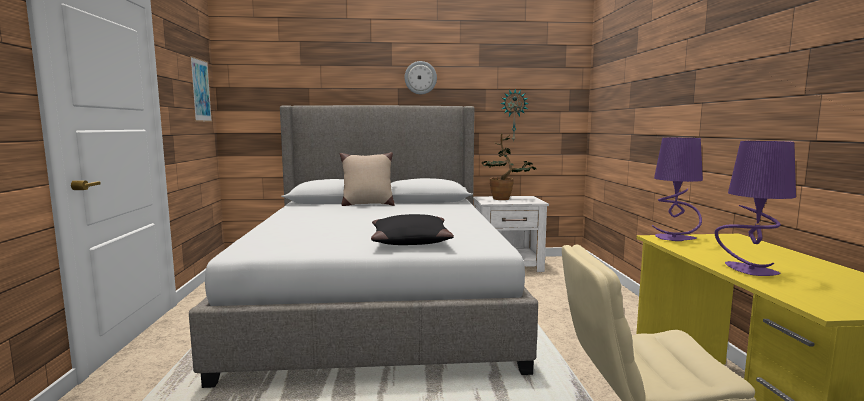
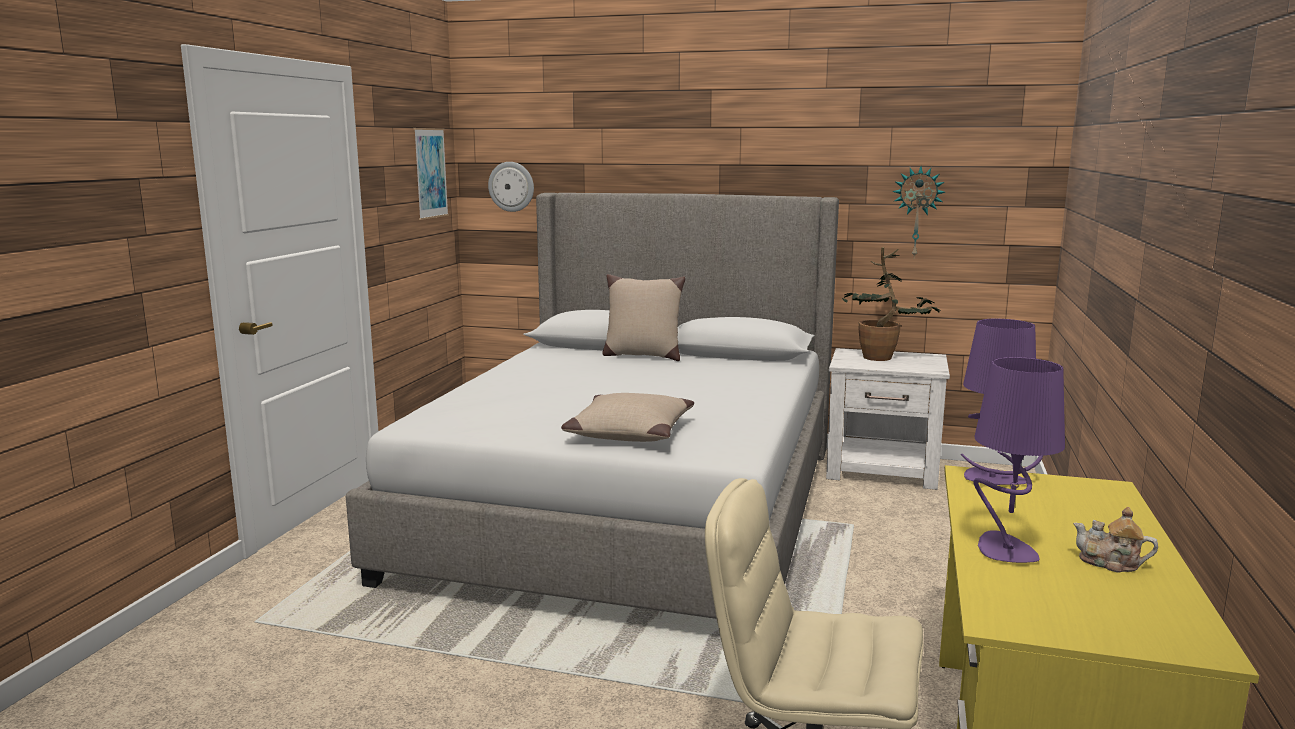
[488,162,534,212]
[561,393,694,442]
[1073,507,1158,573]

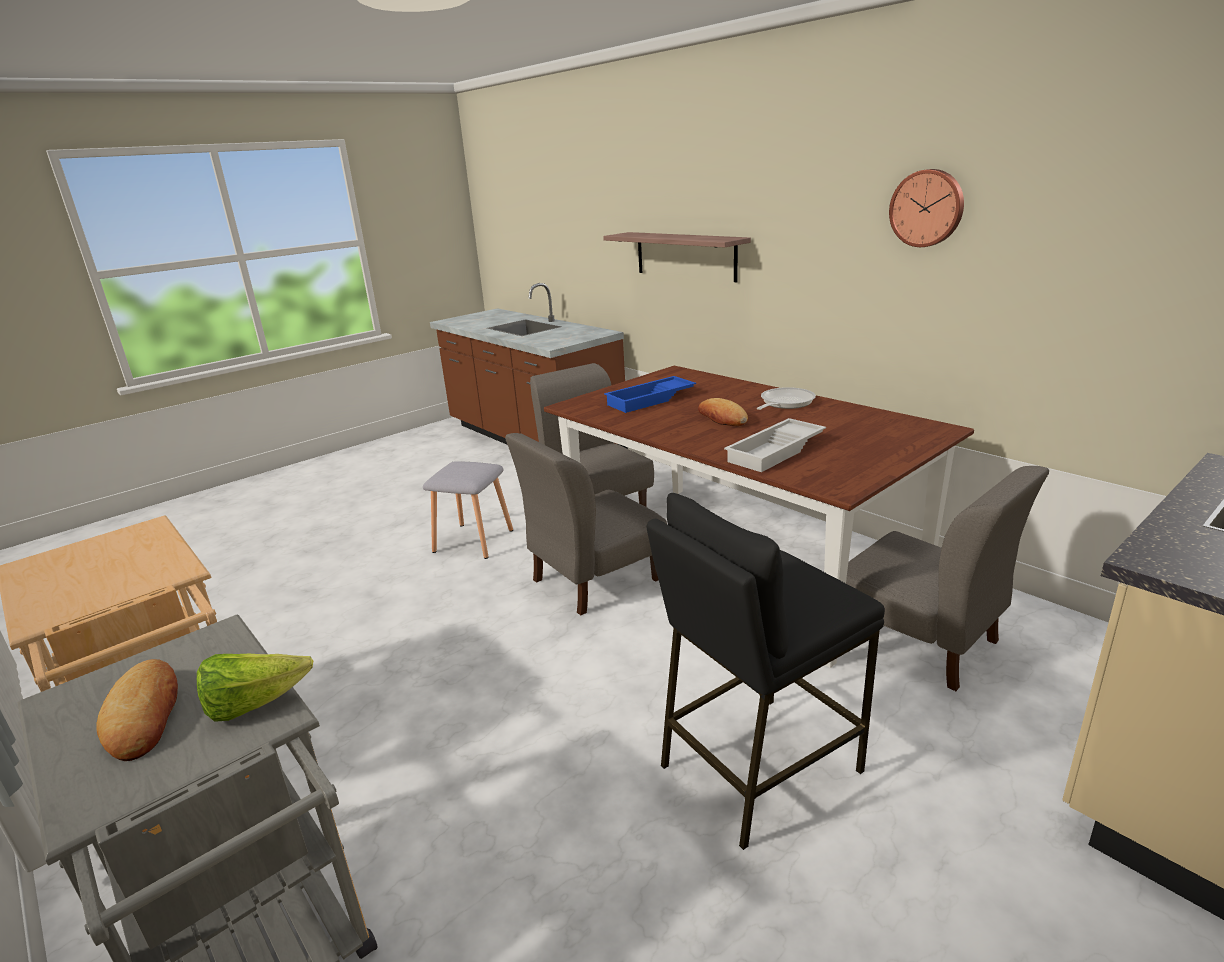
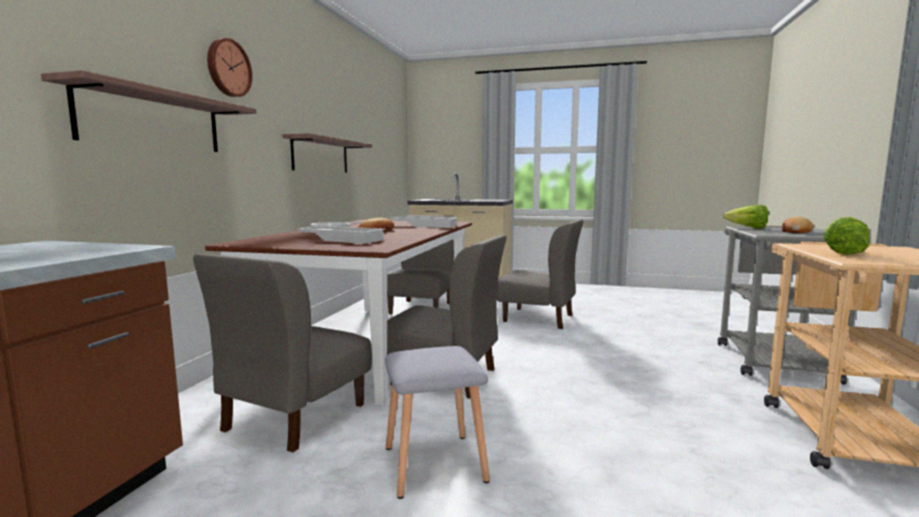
[207,38,252,97]
[282,133,372,173]
[297,226,385,244]
[497,219,584,329]
[823,217,869,255]

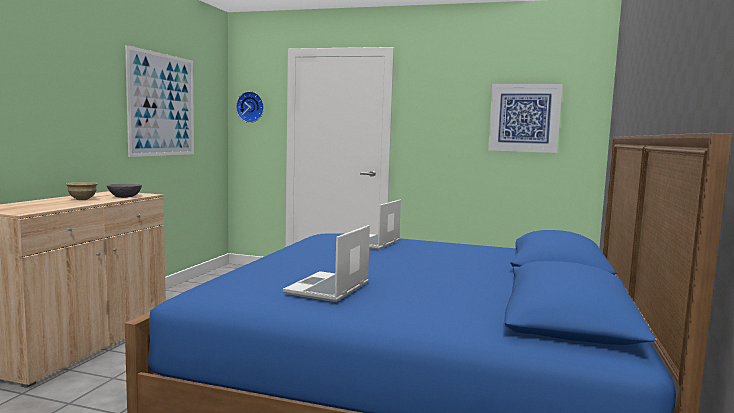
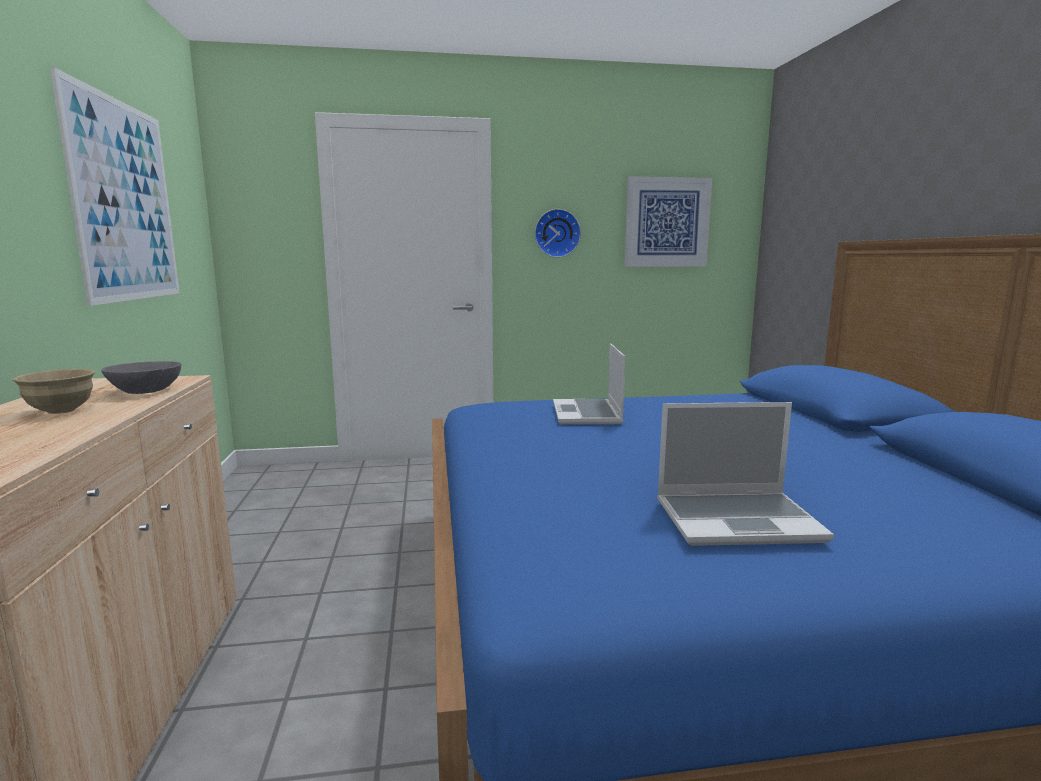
[535,209,581,258]
[657,402,834,546]

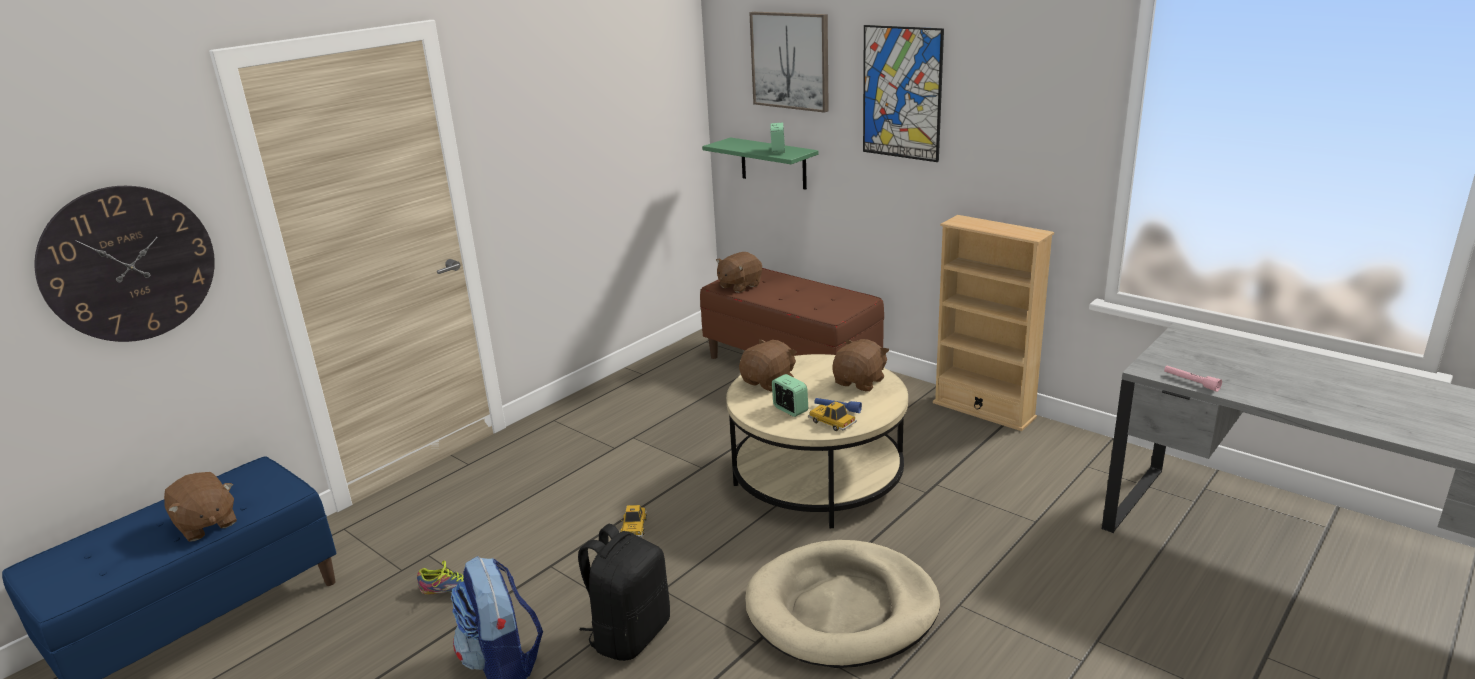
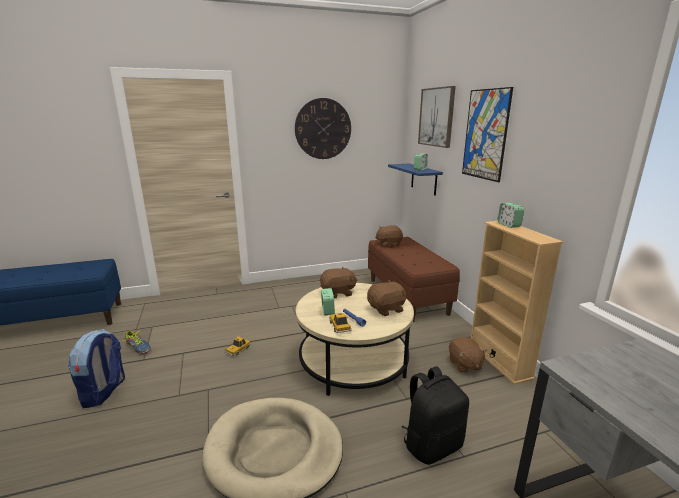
[295,98,351,159]
[388,164,443,196]
[401,366,469,465]
[449,337,487,373]
[498,203,524,228]
[1164,366,1222,392] (first image)

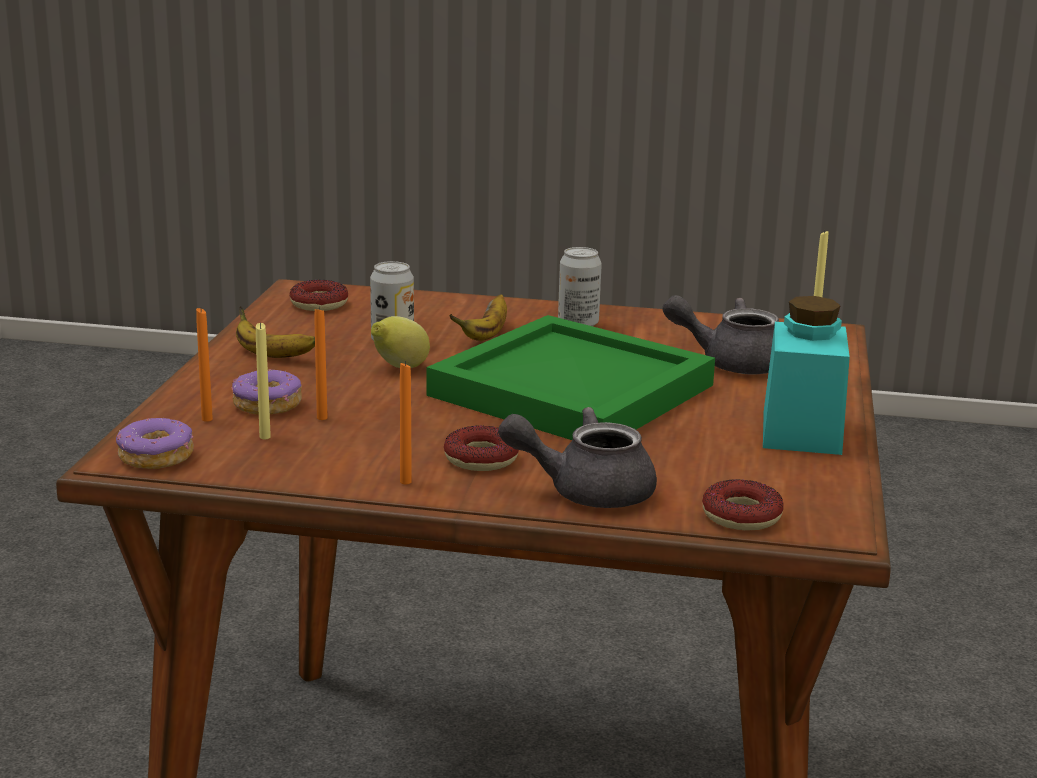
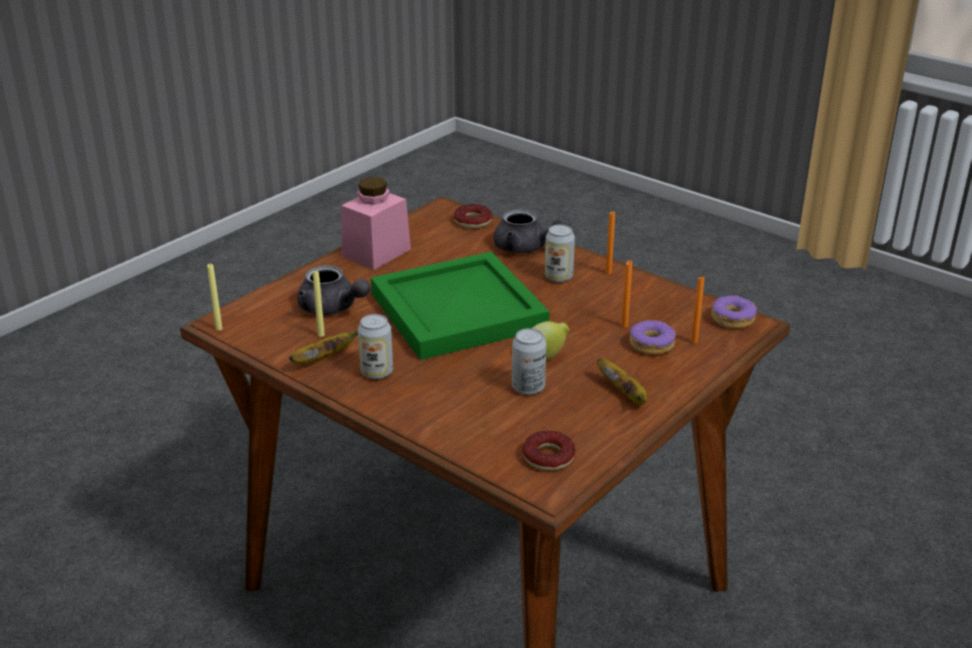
[289,331,358,365]
[313,269,325,337]
[341,177,411,270]
[545,224,575,282]

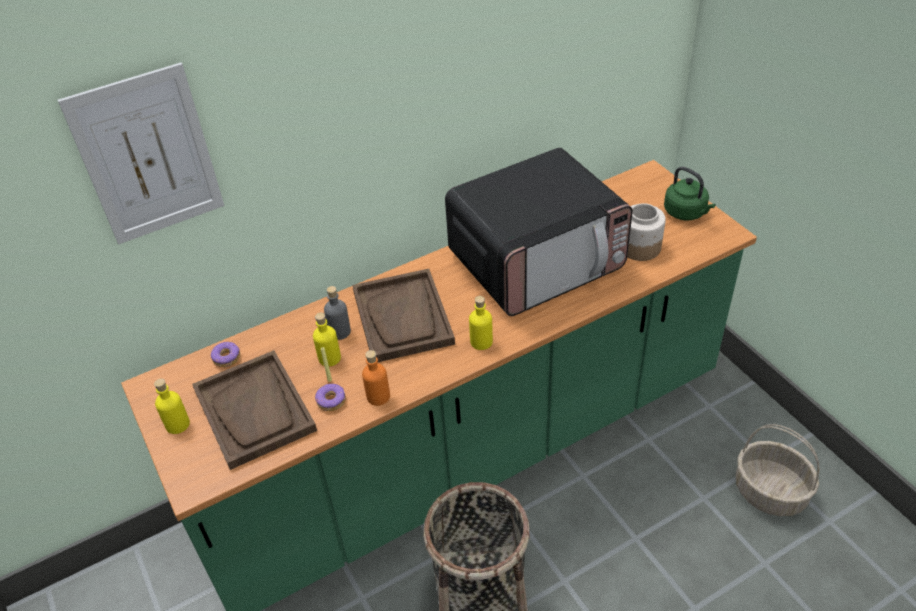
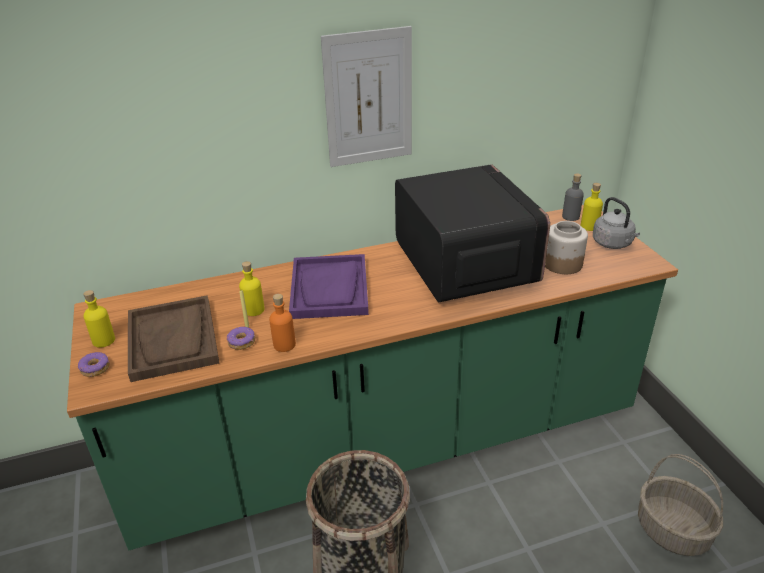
[78,352,110,377]
[289,254,369,319]
[321,26,412,167]
[395,164,550,302]
[562,174,584,221]
[581,183,603,231]
[593,197,640,249]

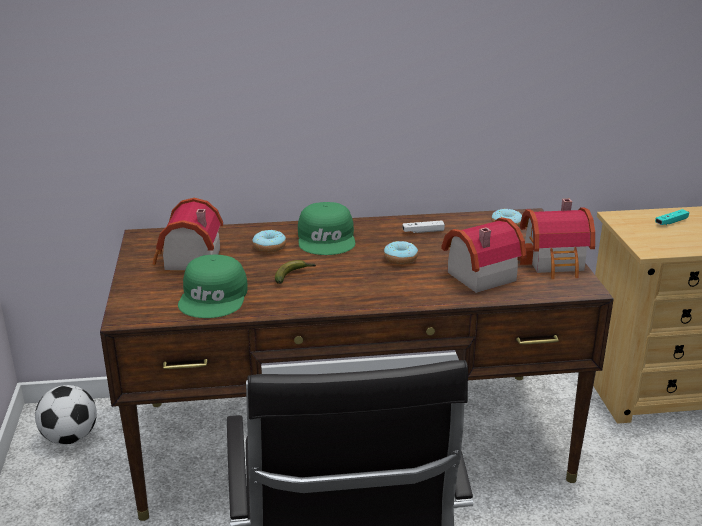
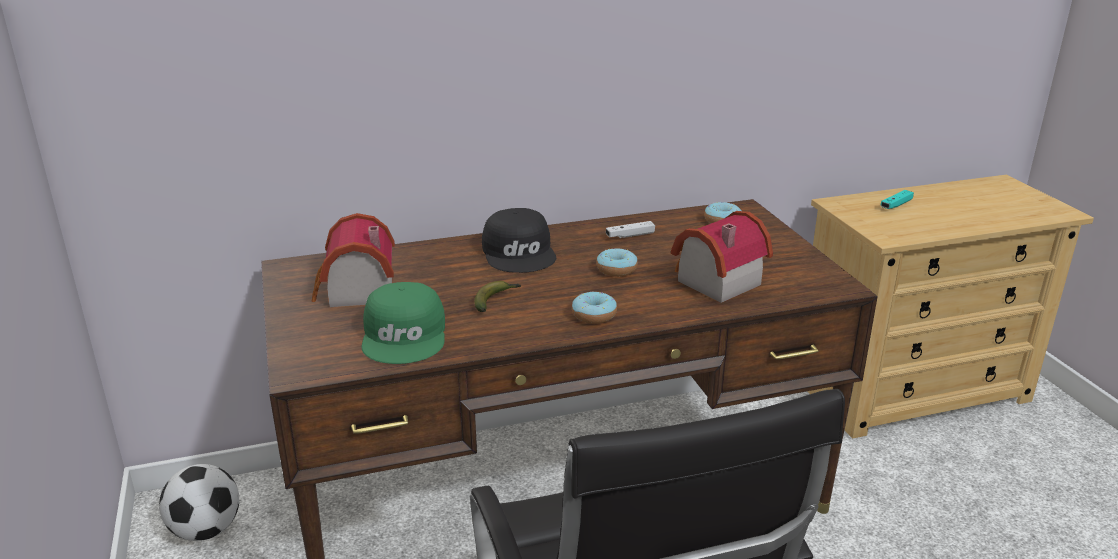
[482,208,556,273]
[572,291,617,324]
[518,199,595,279] (first image)

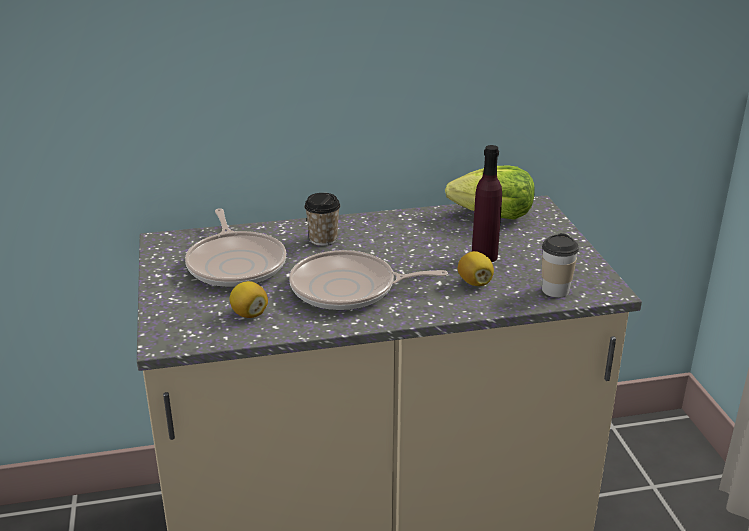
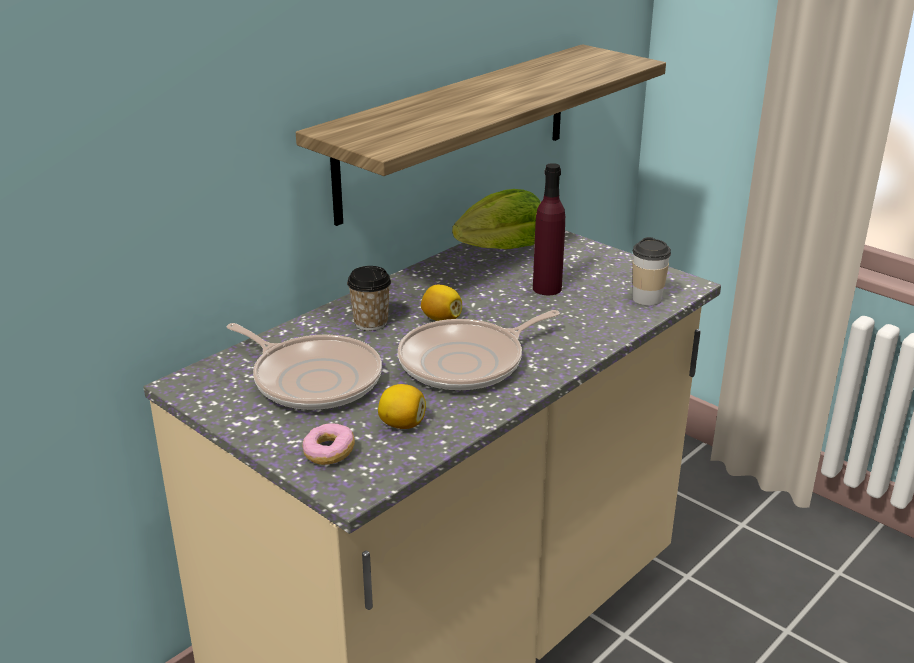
[296,44,666,226]
[302,423,355,465]
[421,284,462,321]

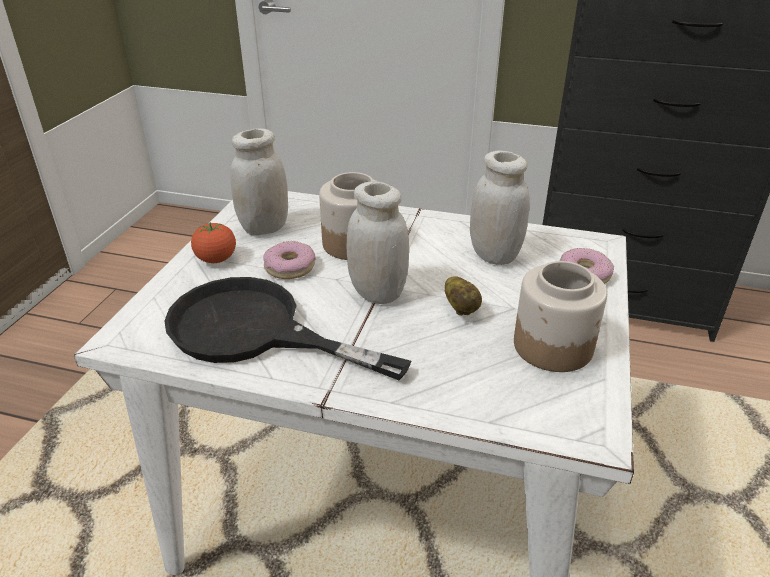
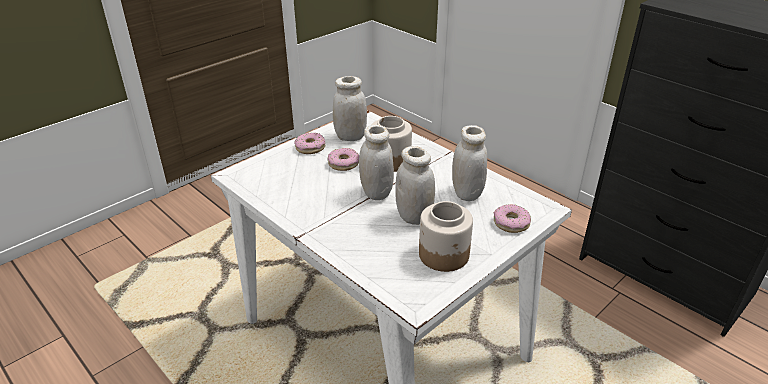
[294,133,325,154]
[395,146,435,225]
[164,277,411,380] (first image)

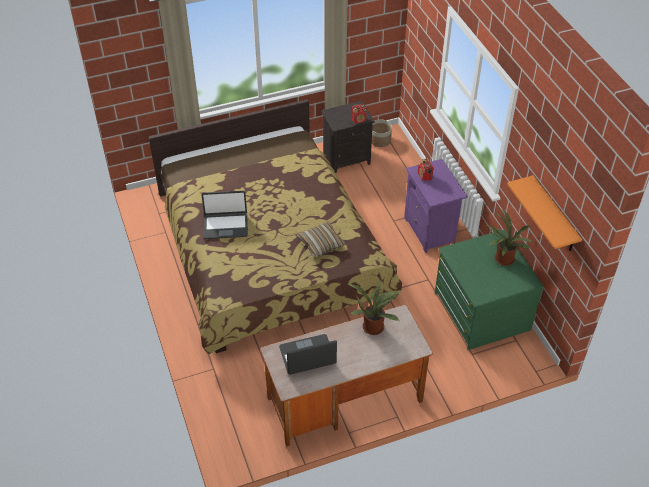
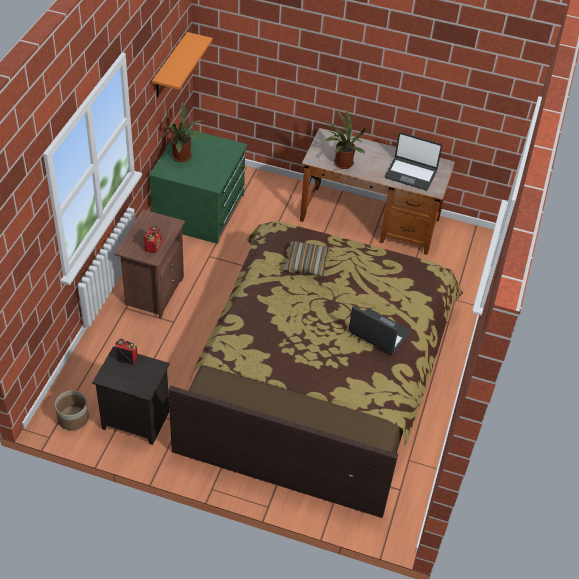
[115,210,185,319]

